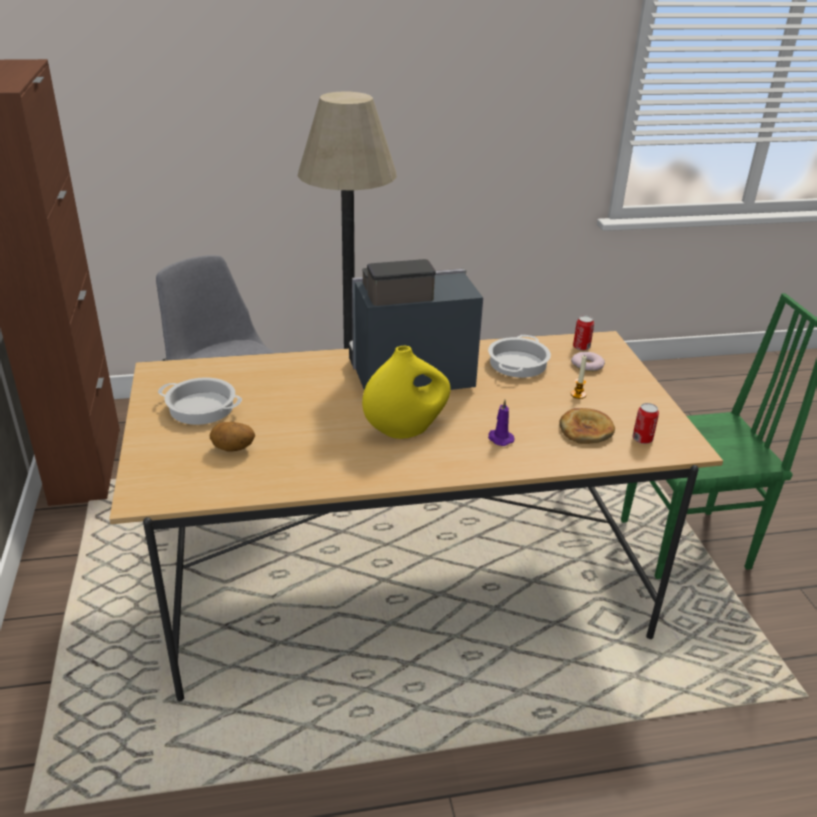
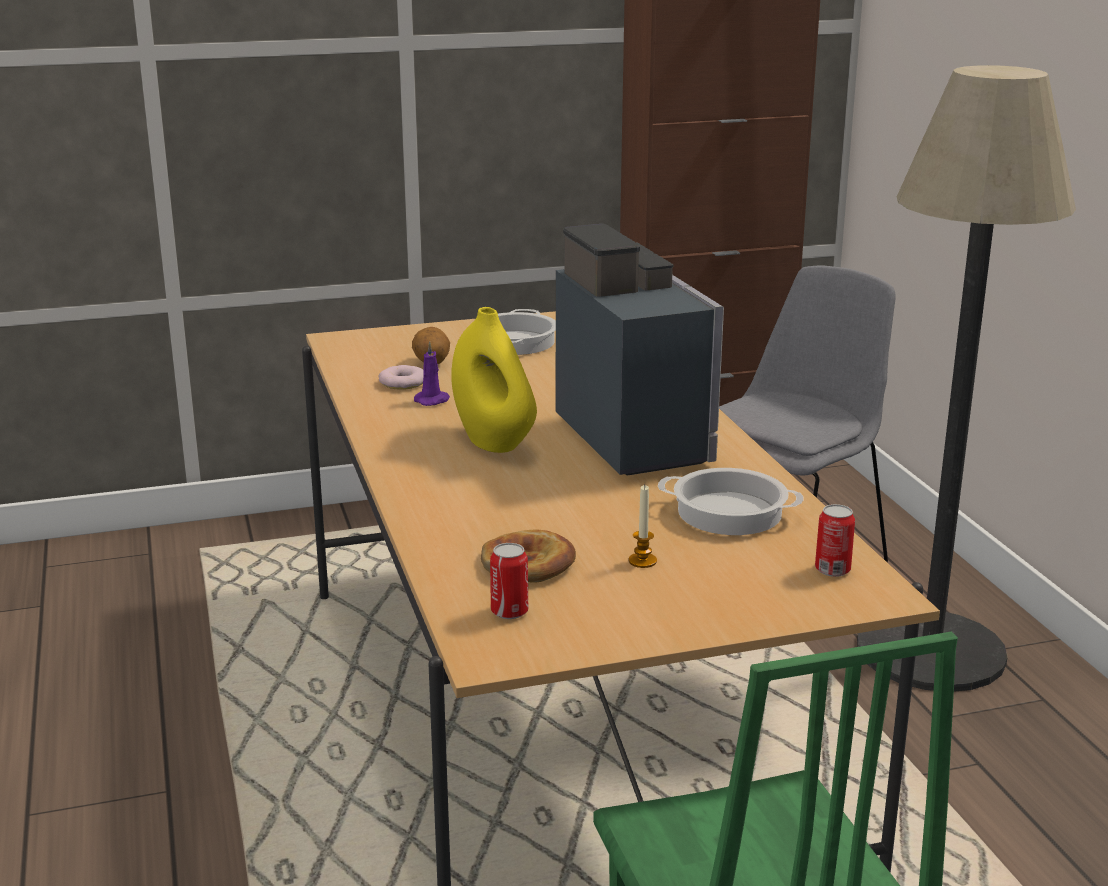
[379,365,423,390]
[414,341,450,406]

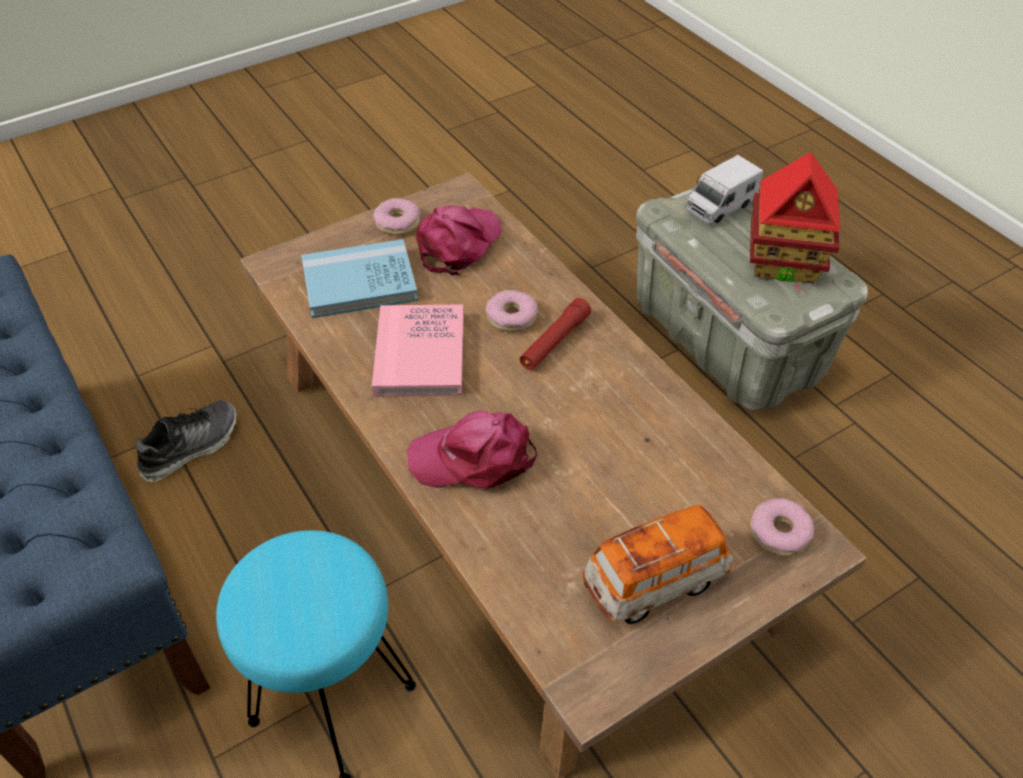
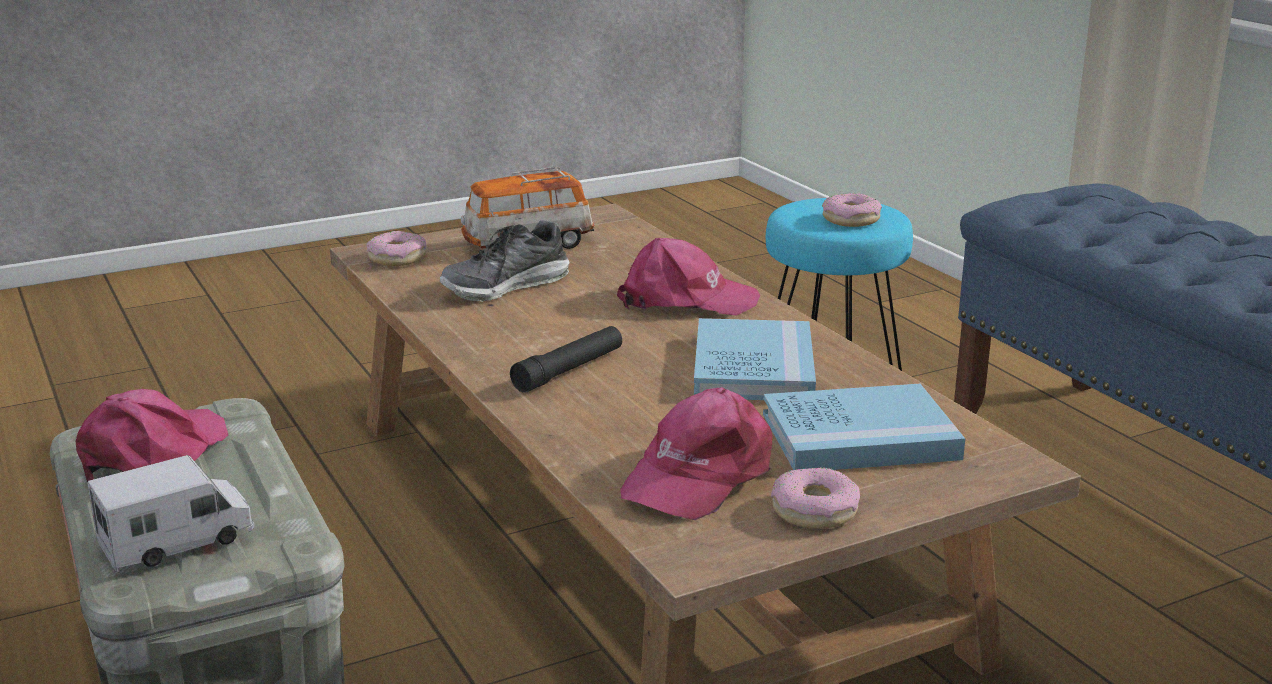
[76,389,228,482]
[440,220,569,302]
[510,326,622,393]
[694,318,816,400]
[822,193,882,227]

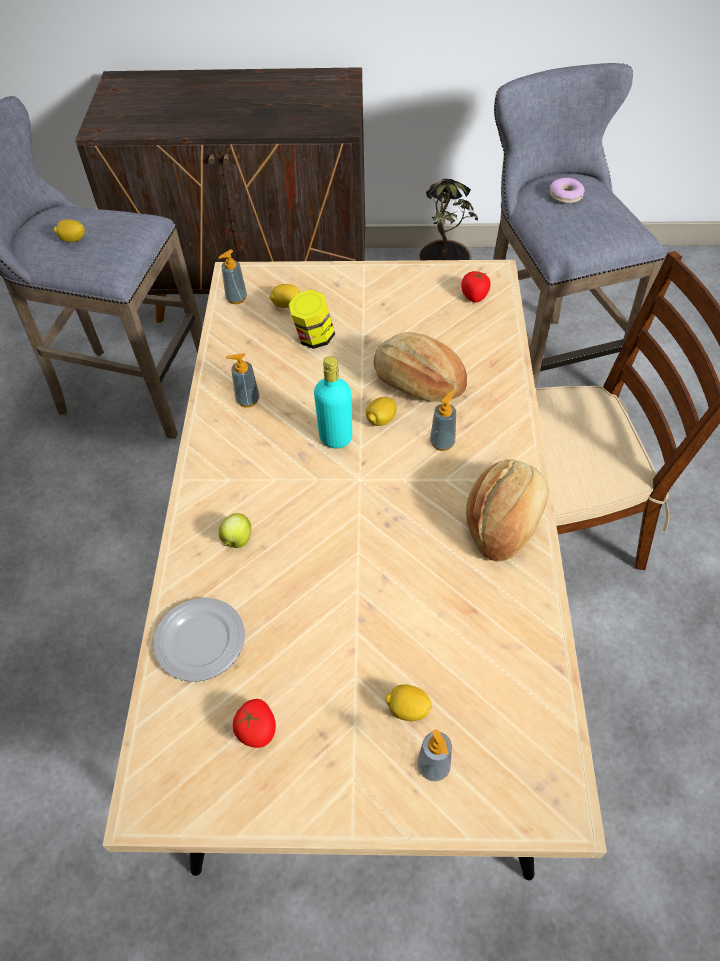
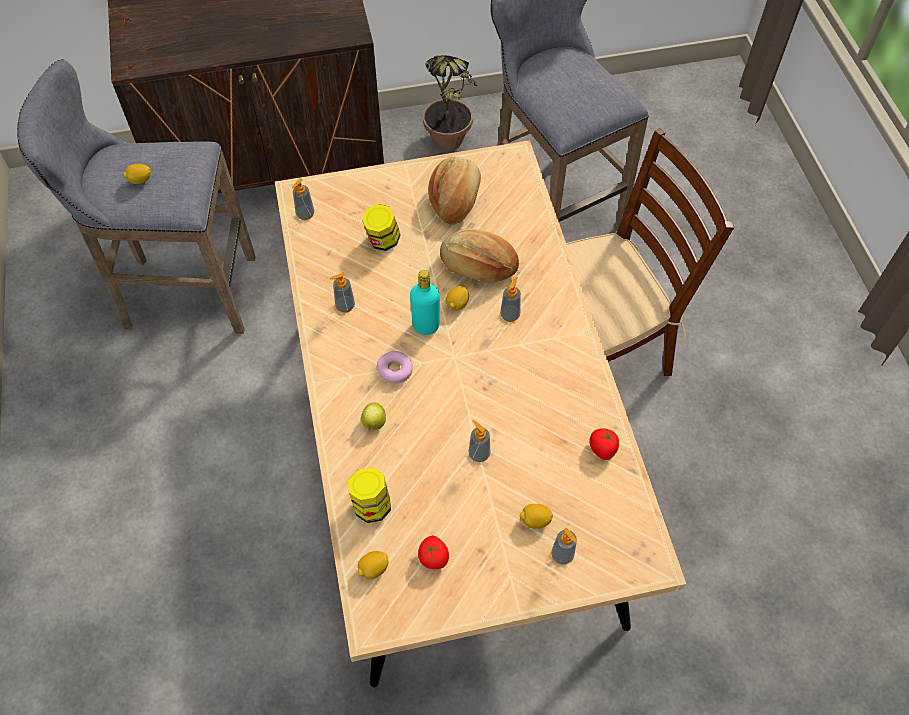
[348,467,391,523]
[358,551,388,579]
[377,351,413,384]
[428,157,481,225]
[469,420,490,462]
[589,428,619,460]

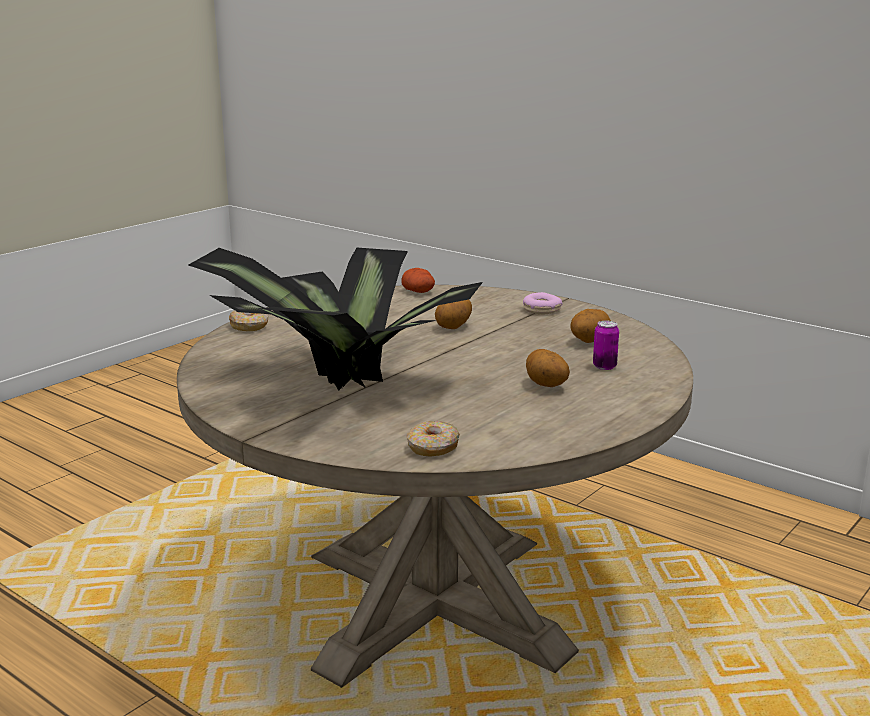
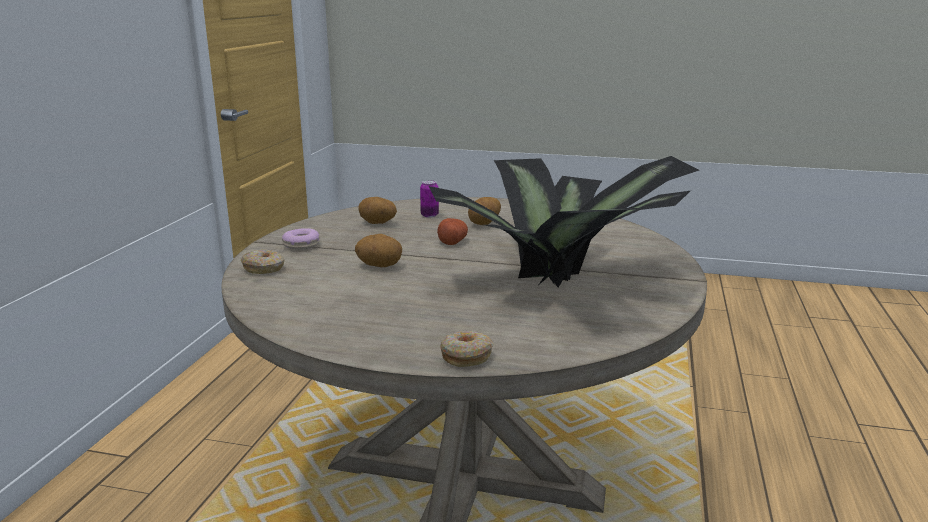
[241,250,284,274]
[437,218,468,245]

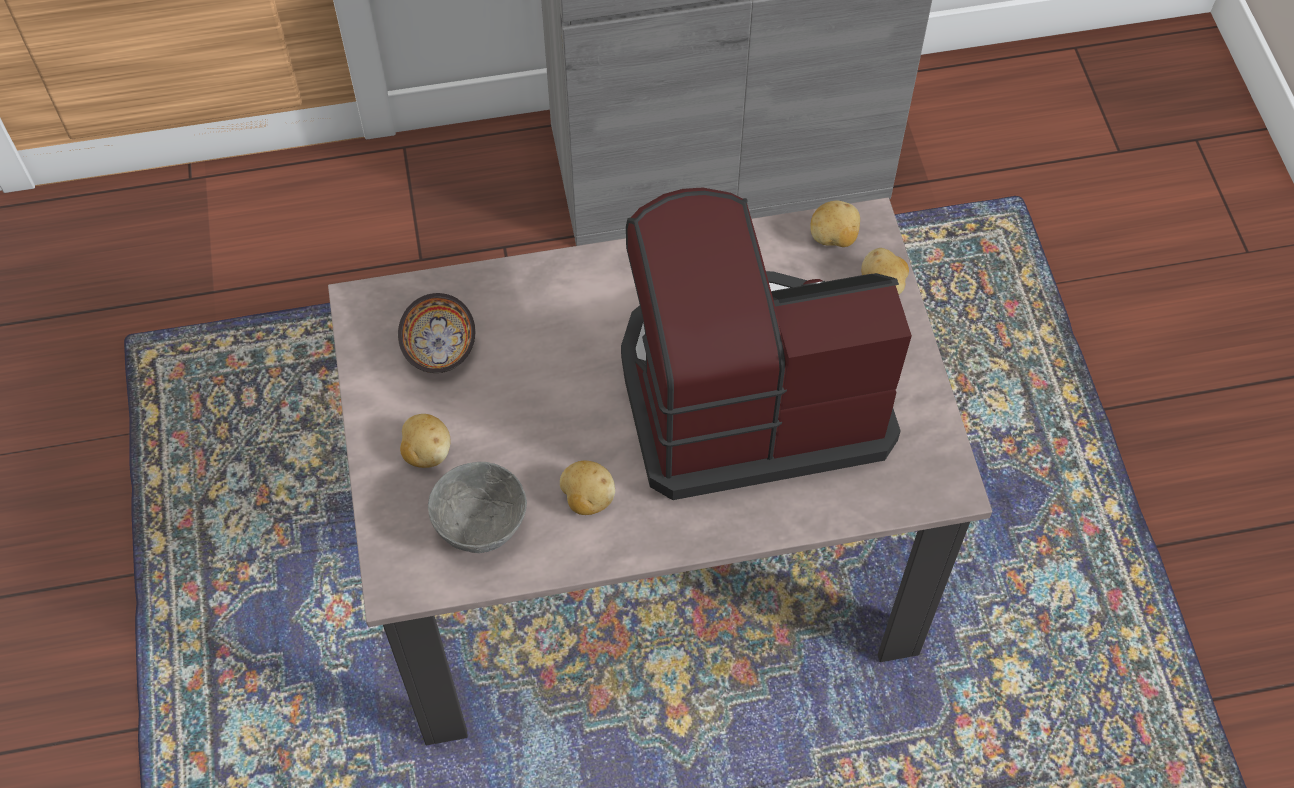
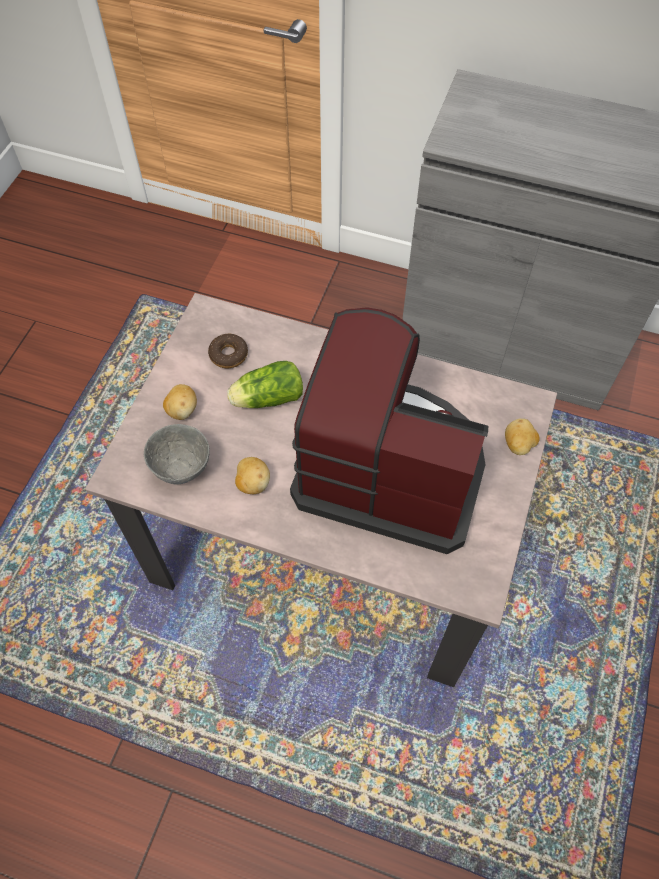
[208,334,248,368]
[227,361,303,408]
[810,201,860,247] (first image)

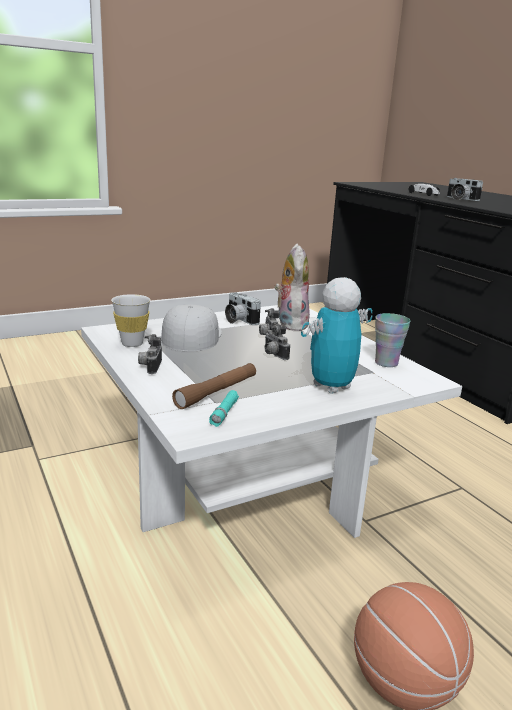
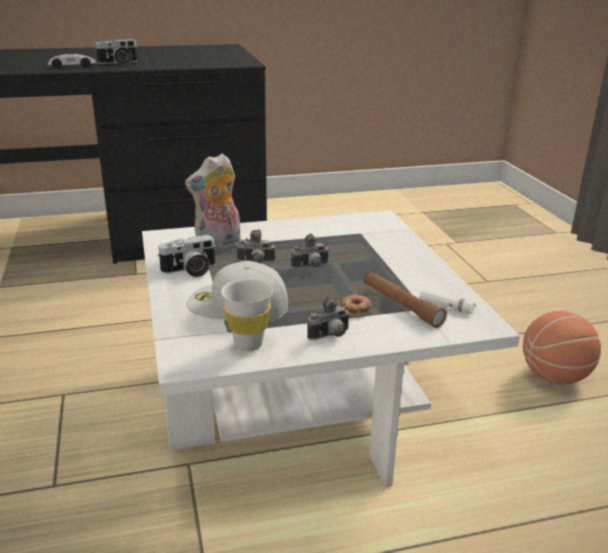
[185,154,241,251]
[307,296,350,340]
[340,295,372,317]
[419,289,476,314]
[301,277,373,394] (first image)
[375,313,410,367] (first image)

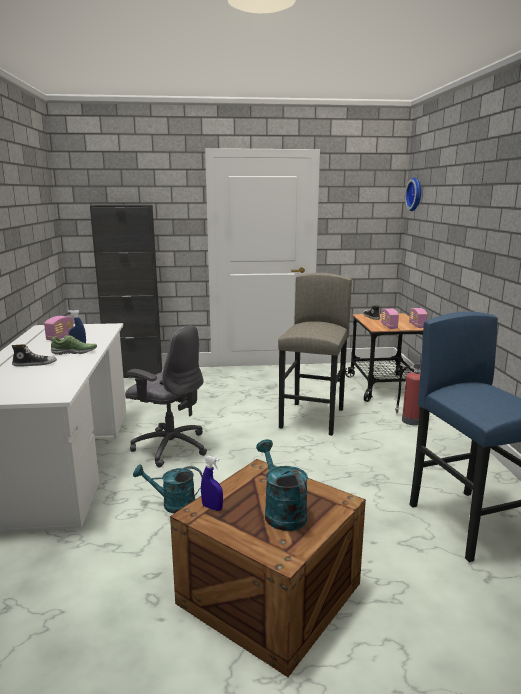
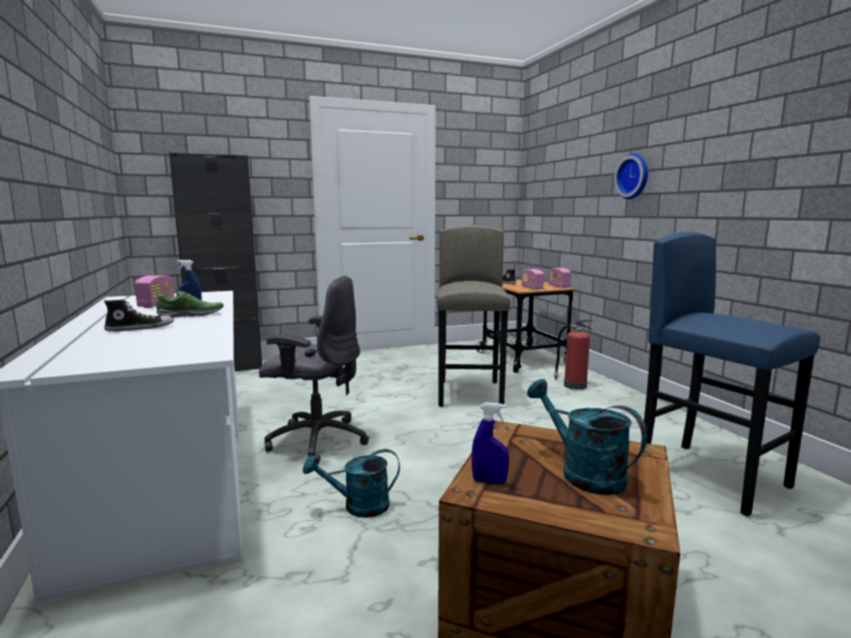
[614,153,648,199]

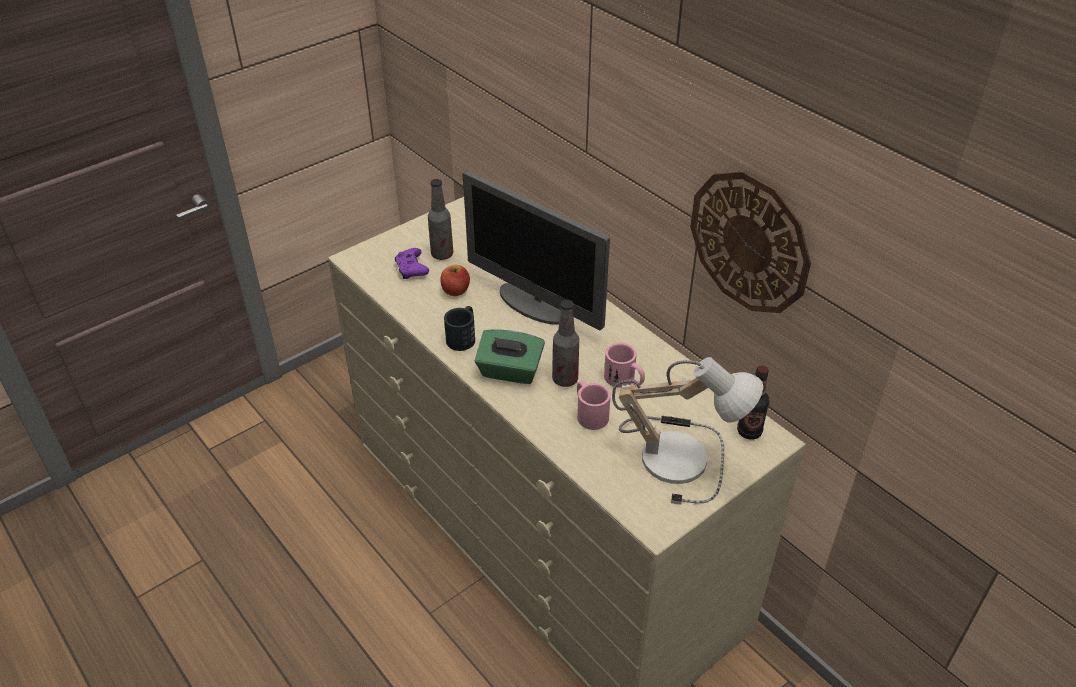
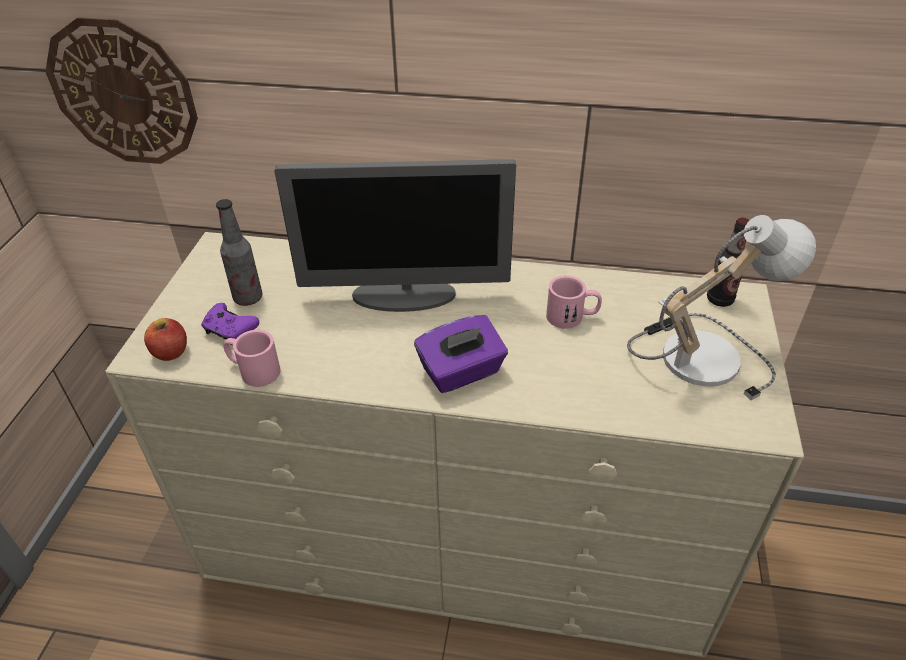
[45,17,198,164]
[144,318,187,361]
[223,330,281,387]
[414,315,508,393]
[444,306,475,351] (first image)
[552,300,579,387] (first image)

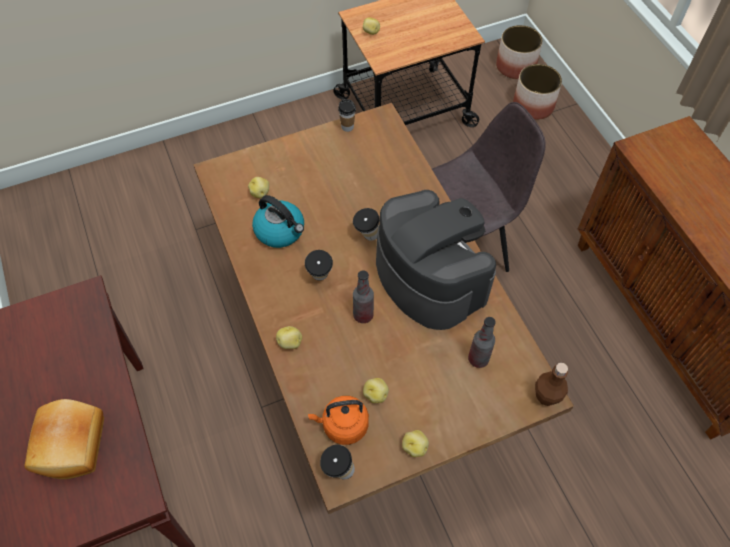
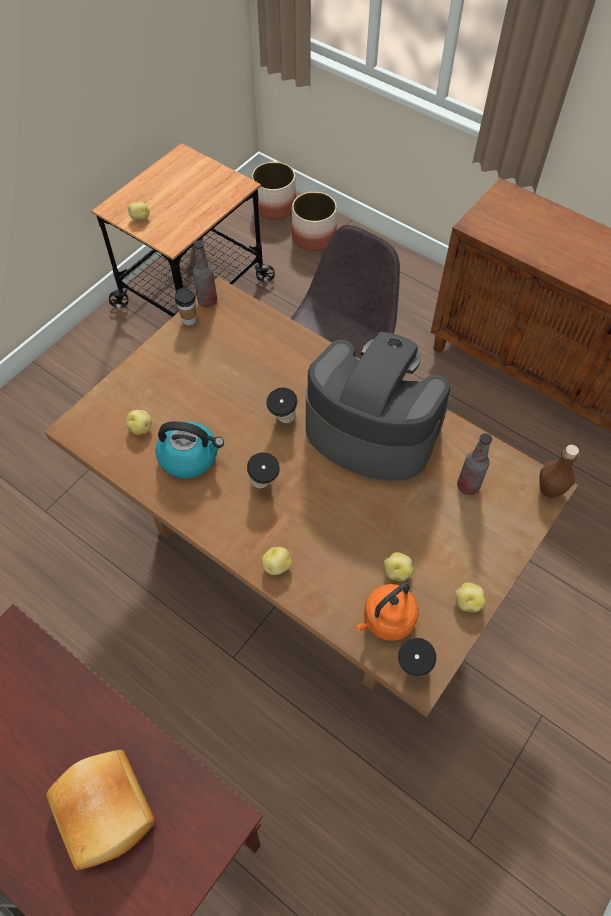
[193,240,217,307]

